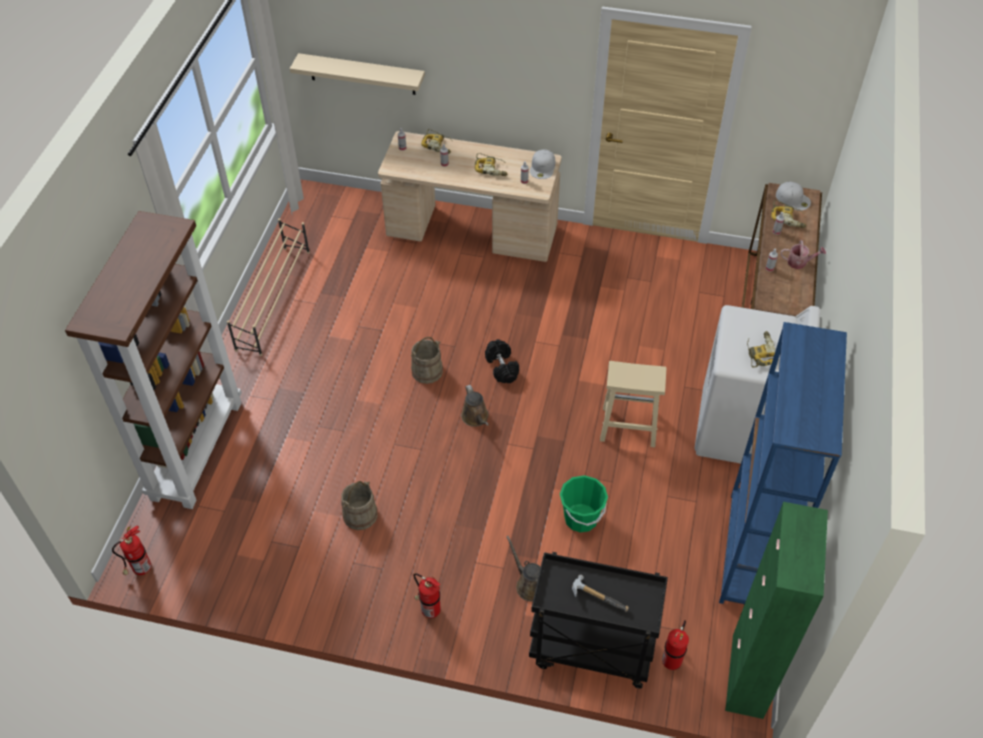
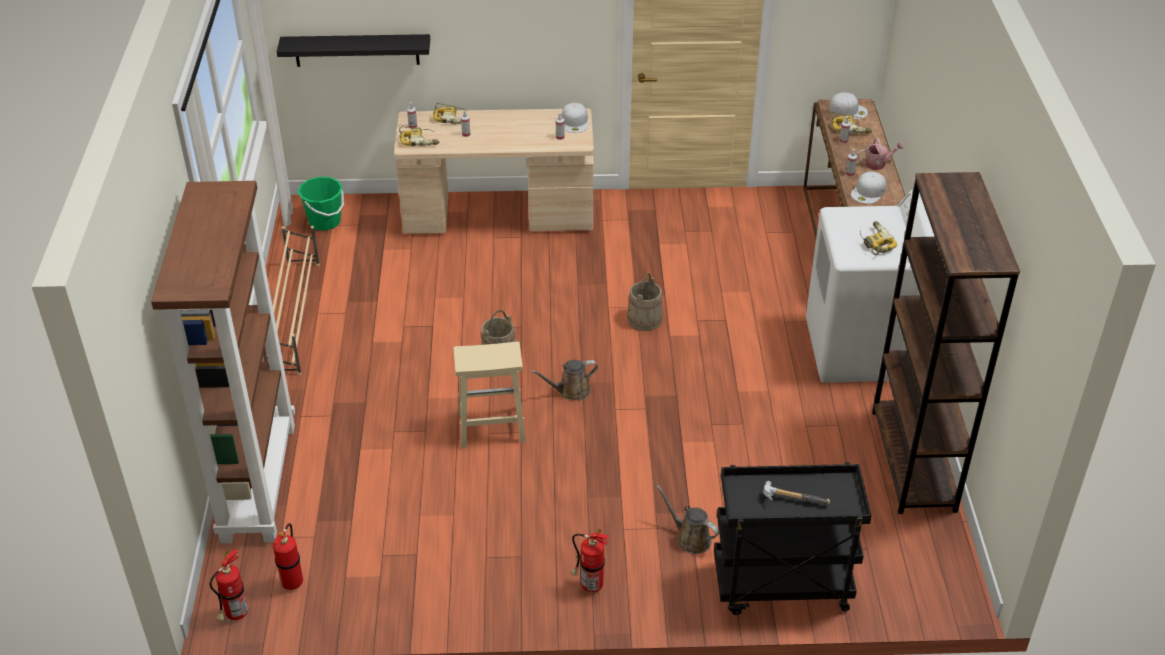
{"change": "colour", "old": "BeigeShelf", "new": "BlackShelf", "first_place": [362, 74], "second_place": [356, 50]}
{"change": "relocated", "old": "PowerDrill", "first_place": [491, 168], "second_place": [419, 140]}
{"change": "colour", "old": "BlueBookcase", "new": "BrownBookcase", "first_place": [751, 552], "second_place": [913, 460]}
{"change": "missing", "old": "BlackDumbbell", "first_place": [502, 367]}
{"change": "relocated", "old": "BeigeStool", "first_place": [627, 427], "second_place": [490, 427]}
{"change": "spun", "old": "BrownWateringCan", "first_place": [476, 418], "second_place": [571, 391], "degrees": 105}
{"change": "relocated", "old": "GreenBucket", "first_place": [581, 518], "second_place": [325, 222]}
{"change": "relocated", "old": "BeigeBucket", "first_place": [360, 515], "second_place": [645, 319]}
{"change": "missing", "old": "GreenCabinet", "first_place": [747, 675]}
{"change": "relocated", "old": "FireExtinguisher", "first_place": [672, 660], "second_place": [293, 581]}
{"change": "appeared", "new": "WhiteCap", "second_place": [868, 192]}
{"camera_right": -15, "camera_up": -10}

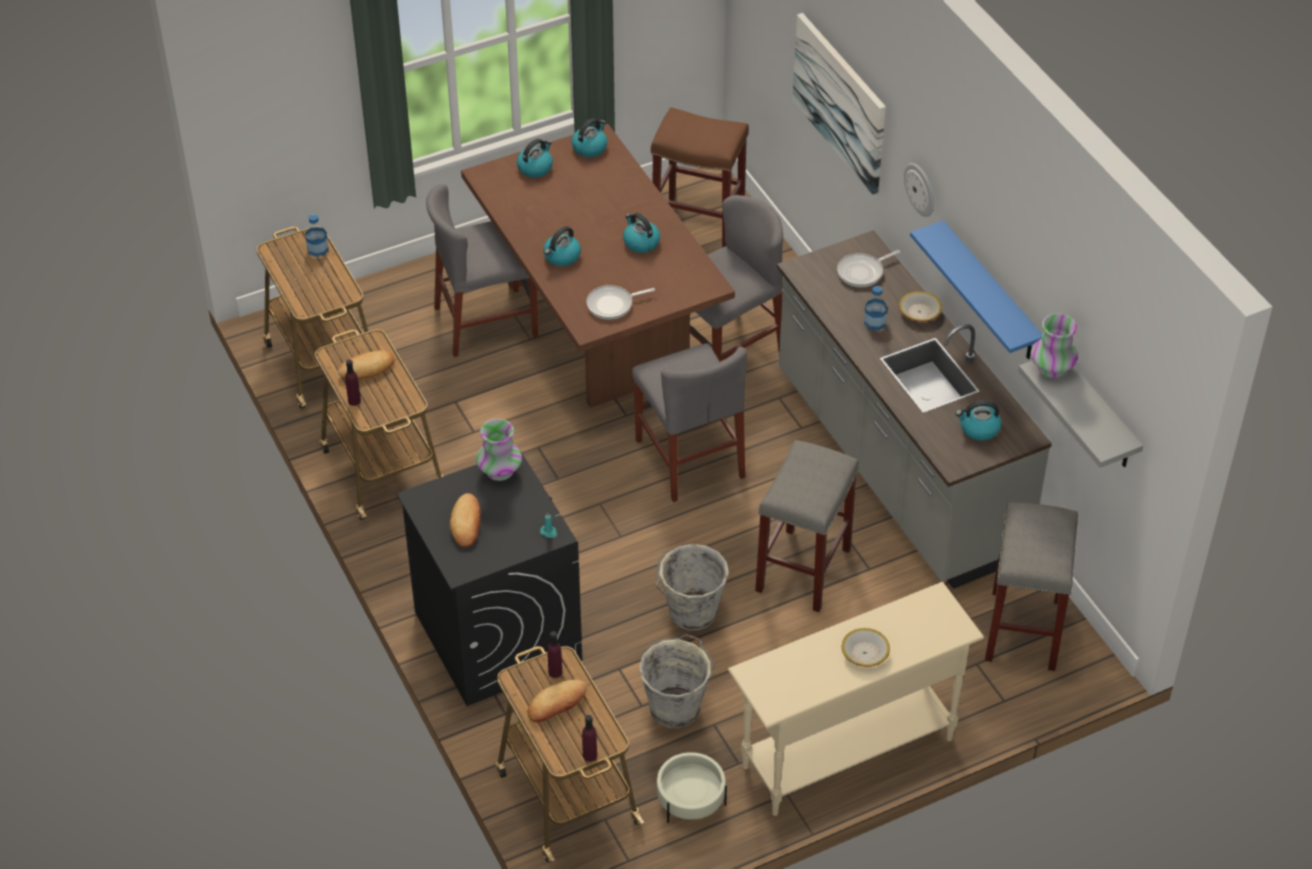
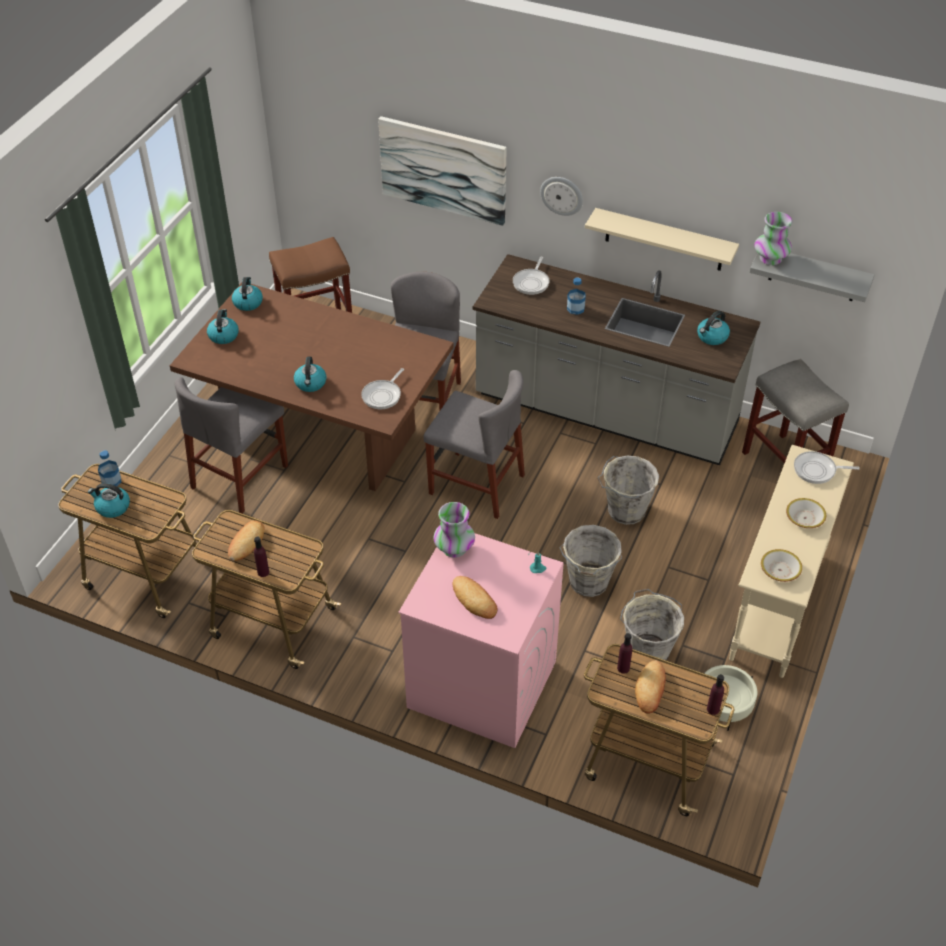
{"change": "relocated", "old": "Kettle", "first_place": [640, 242], "second_place": [112, 507]}
{"change": "colour", "old": "BlueShelf", "new": "BeigeShelf", "first_place": [990, 293], "second_place": [664, 240]}
{"change": "relocated", "old": "Bowl", "first_place": [919, 312], "second_place": [779, 570]}
{"change": "exchanged", "old": "GreyStool", "new": "GreyBucket", "first_place": [803, 571], "second_place": [624, 511]}
{"change": "colour", "old": "BlackWashingMachine", "new": "PinkWashingMachine", "first_place": [497, 635], "second_place": [481, 684]}
{"change": "appeared", "new": "FryingPan", "second_place": [817, 470]}
{"camera_right": -40, "camera_up": 0}

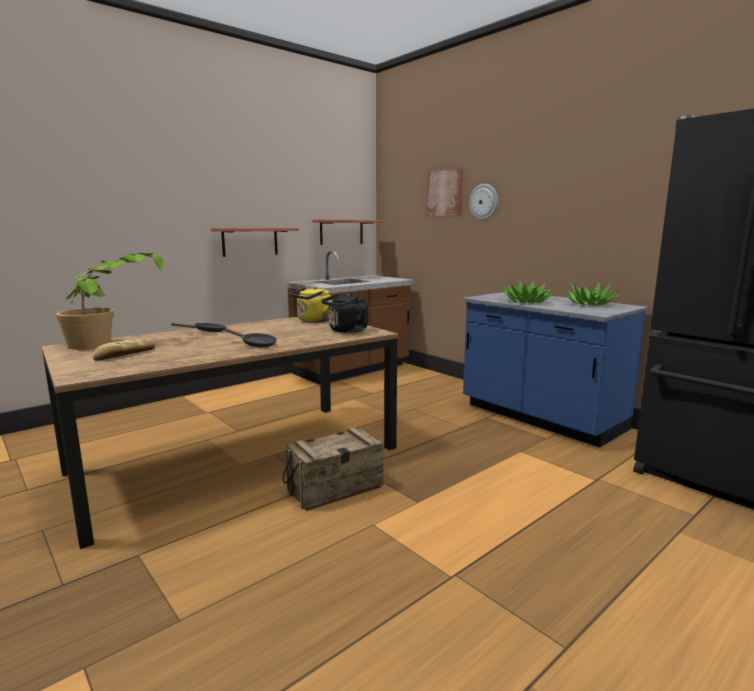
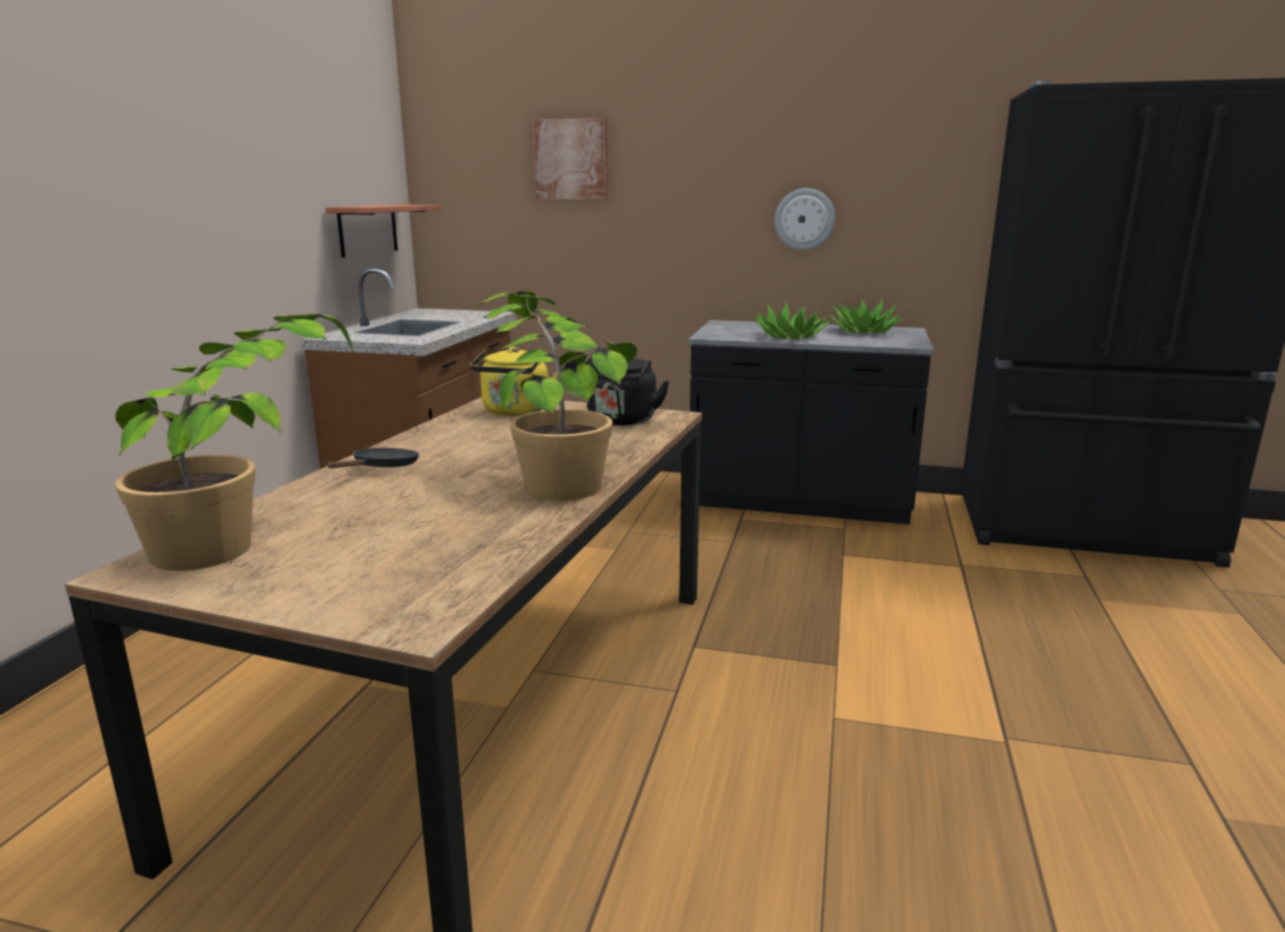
{"change": "relocated", "old": "WallClock", "first_place": [484, 202], "second_place": [804, 219]}
{"change": "missing", "old": "Shelf", "first_place": [250, 241]}
{"change": "colour", "old": "BlueCounter", "new": "BlackCounter", "first_place": [540, 418], "second_place": [800, 502]}
{"change": "exchanged", "old": "BlackFryingPan", "new": "PottedPlant", "first_place": [256, 344], "second_place": [553, 475]}
{"change": "missing", "old": "Bread", "first_place": [124, 355]}
{"change": "missing", "old": "Crate", "first_place": [335, 489]}
{"camera_right": -35, "camera_up": 5}

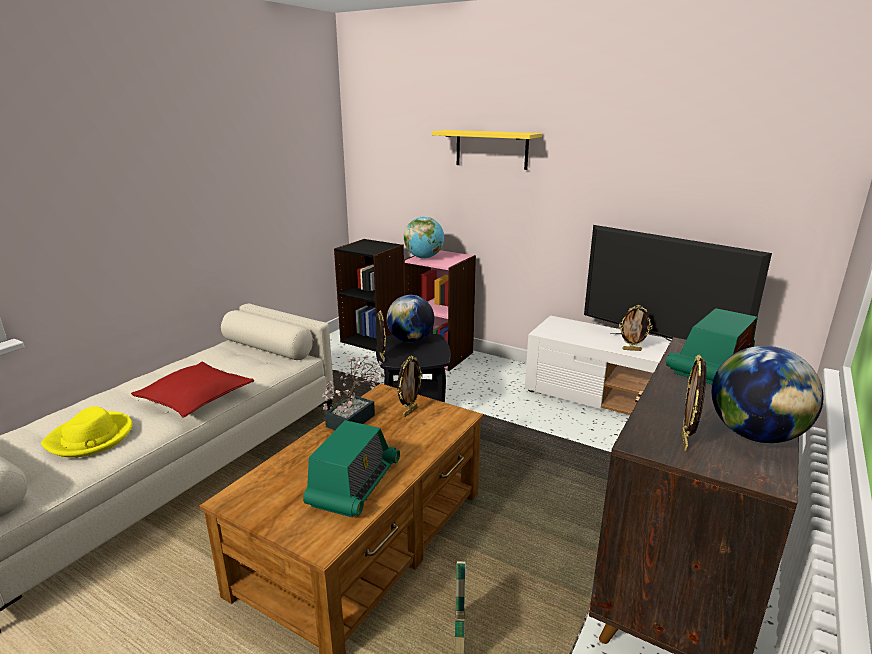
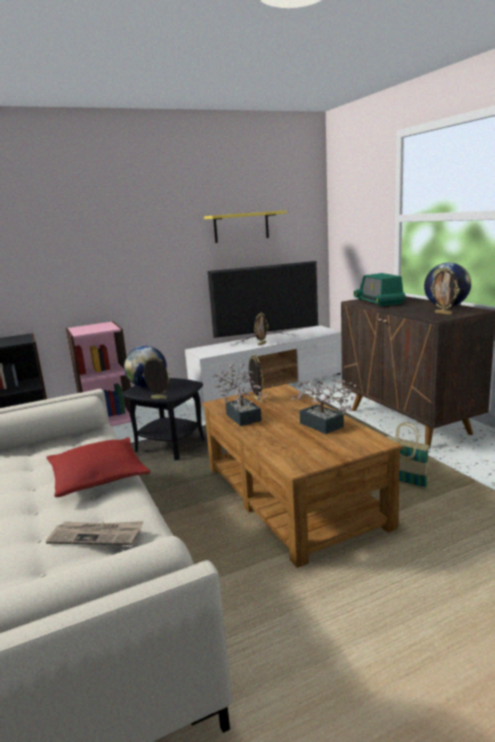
{"change": "relocated", "old": "YellowShelf", "first_place": [491, 149], "second_place": [241, 227]}
{"change": "missing", "old": "Globe", "first_place": [424, 257]}
{"change": "exchanged", "old": "YellowHat", "new": "Newspaper", "first_place": [91, 438], "second_place": [97, 535]}
{"change": "exchanged", "old": "Radio", "new": "PottedPlant", "first_place": [354, 485], "second_place": [324, 426]}
{"camera_right": -55, "camera_up": -5}

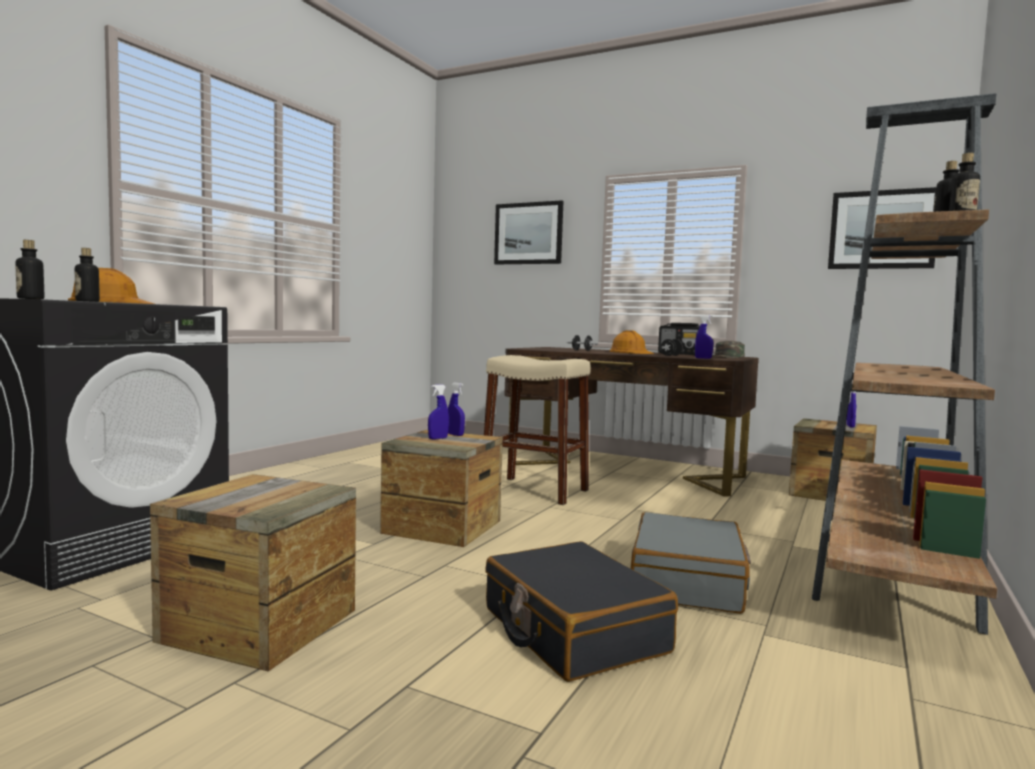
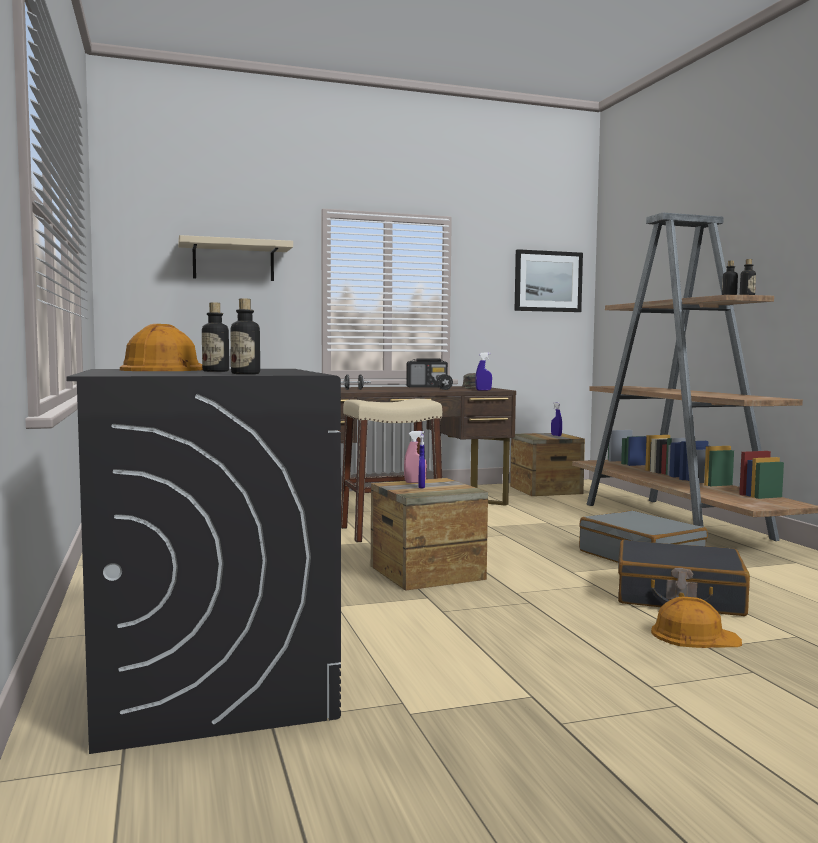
{"change": "exchanged", "old": "Picture", "new": "BeigeShelf", "first_place": [528, 233], "second_place": [233, 261]}
{"change": "relocated", "old": "OrangeHardHat", "first_place": [630, 352], "second_place": [694, 635]}
{"change": "colour", "old": "BlueSprayBottle", "new": "PinkSprayBottle", "first_place": [455, 435], "second_place": [415, 482]}
{"change": "missing", "old": "Crate", "first_place": [260, 625]}
{"camera_right": -45, "camera_up": 0}

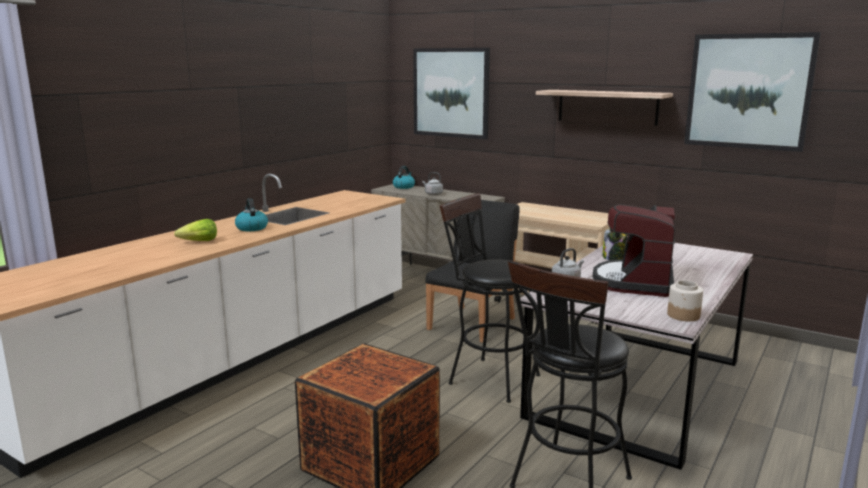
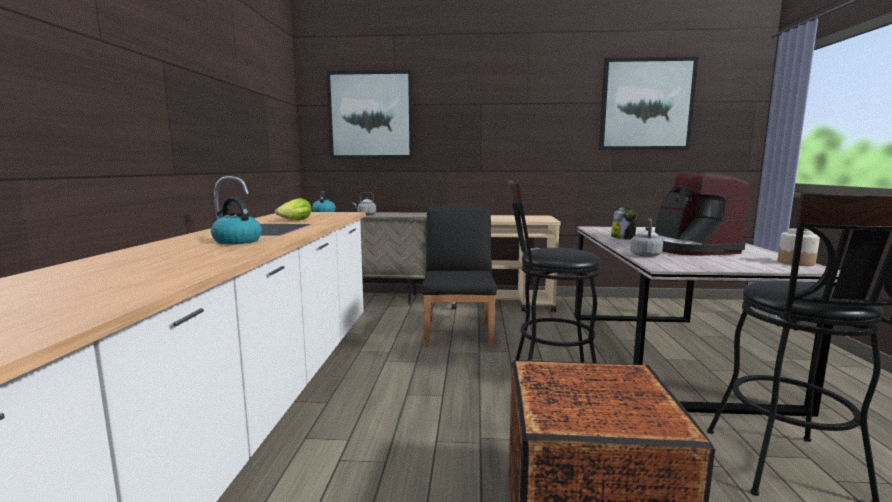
{"change": "missing", "old": "Shelf", "first_place": [607, 107]}
{"change": "relocated", "old": "Lettuce", "first_place": [199, 242], "second_place": [295, 220]}
{"camera_right": -30, "camera_up": -5}

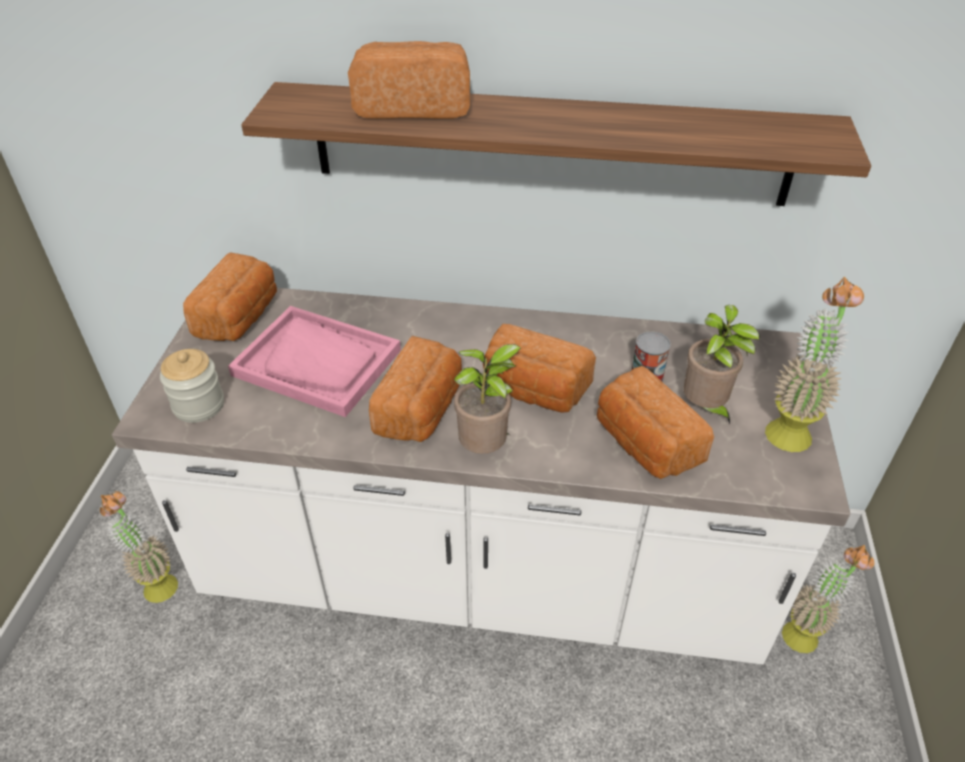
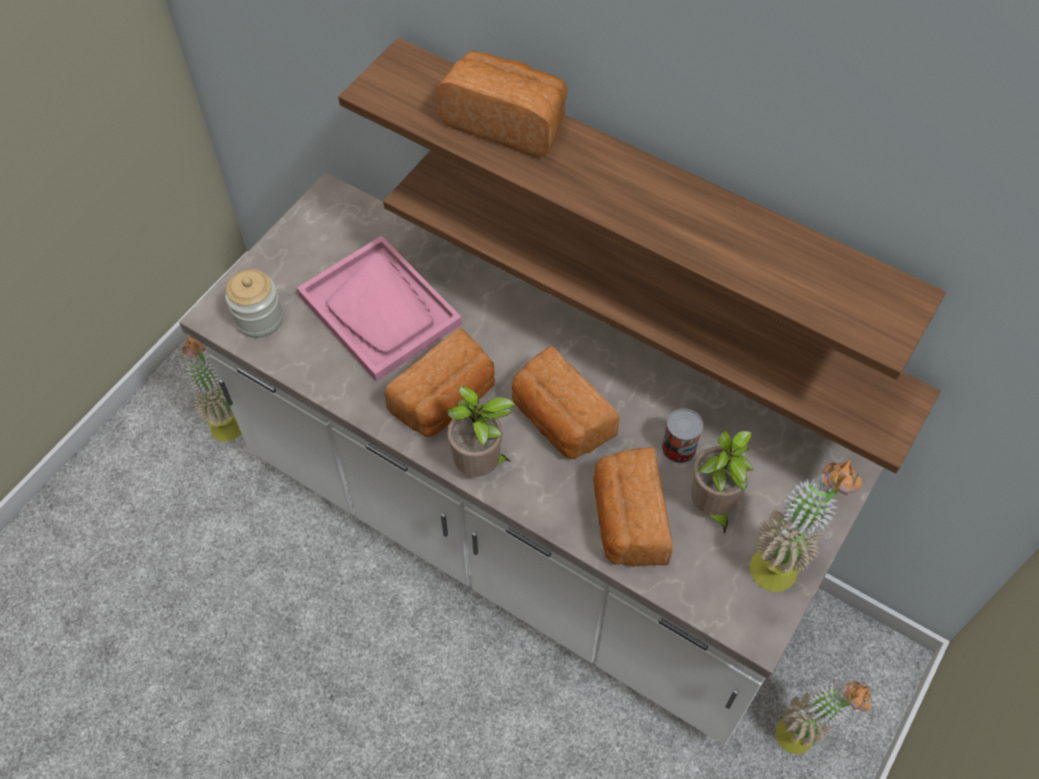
{"change": "missing", "old": "Bread", "first_place": [240, 317]}
{"change": "appeared", "new": "Shelf", "second_place": [665, 287]}
{"camera_right": 25, "camera_up": 15}

